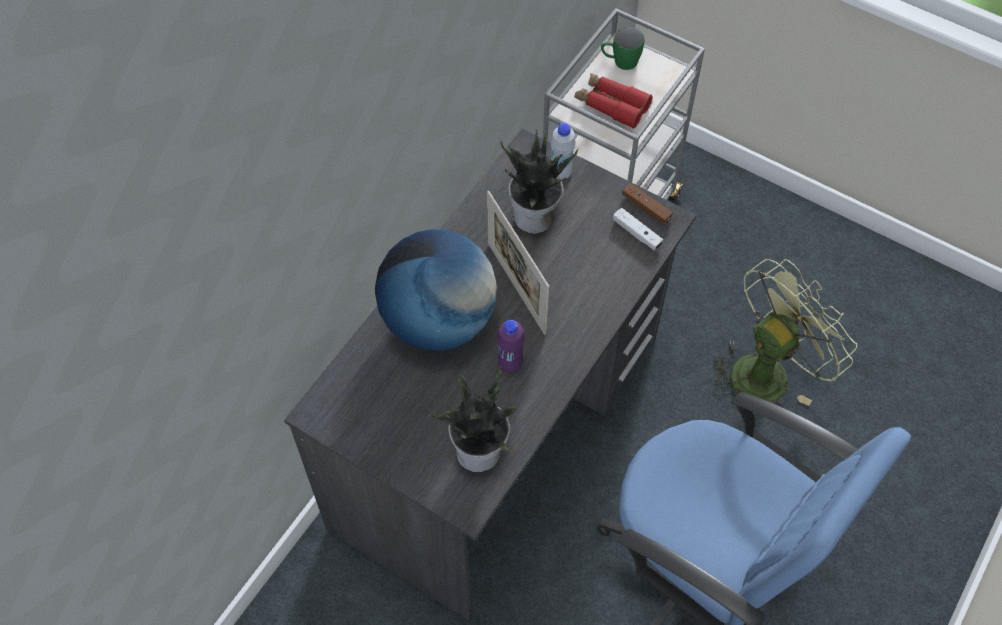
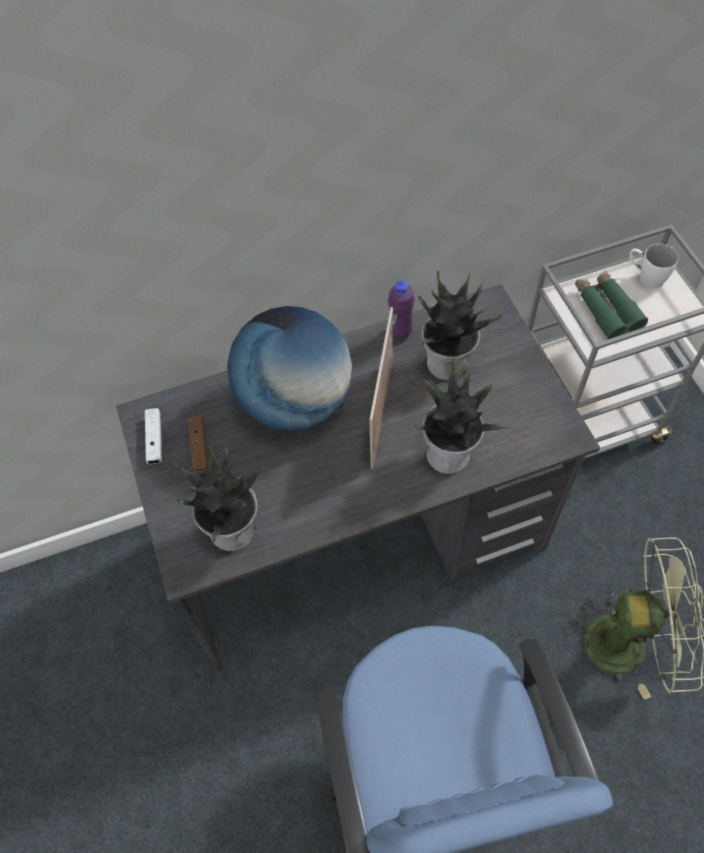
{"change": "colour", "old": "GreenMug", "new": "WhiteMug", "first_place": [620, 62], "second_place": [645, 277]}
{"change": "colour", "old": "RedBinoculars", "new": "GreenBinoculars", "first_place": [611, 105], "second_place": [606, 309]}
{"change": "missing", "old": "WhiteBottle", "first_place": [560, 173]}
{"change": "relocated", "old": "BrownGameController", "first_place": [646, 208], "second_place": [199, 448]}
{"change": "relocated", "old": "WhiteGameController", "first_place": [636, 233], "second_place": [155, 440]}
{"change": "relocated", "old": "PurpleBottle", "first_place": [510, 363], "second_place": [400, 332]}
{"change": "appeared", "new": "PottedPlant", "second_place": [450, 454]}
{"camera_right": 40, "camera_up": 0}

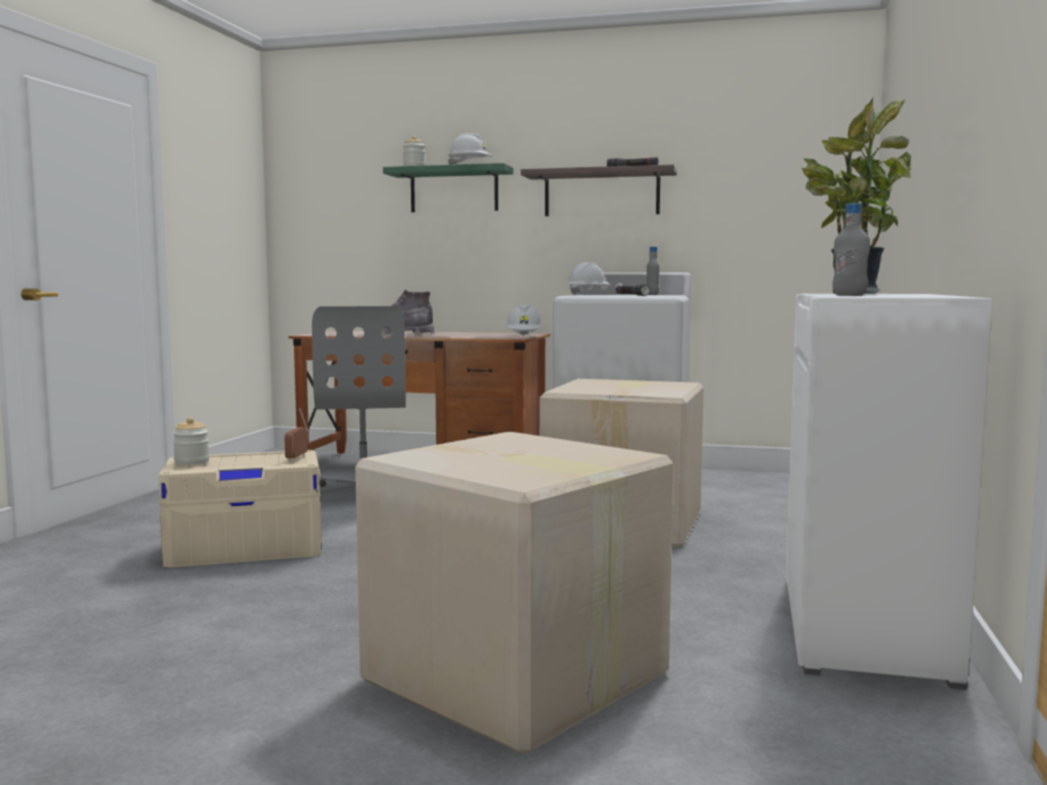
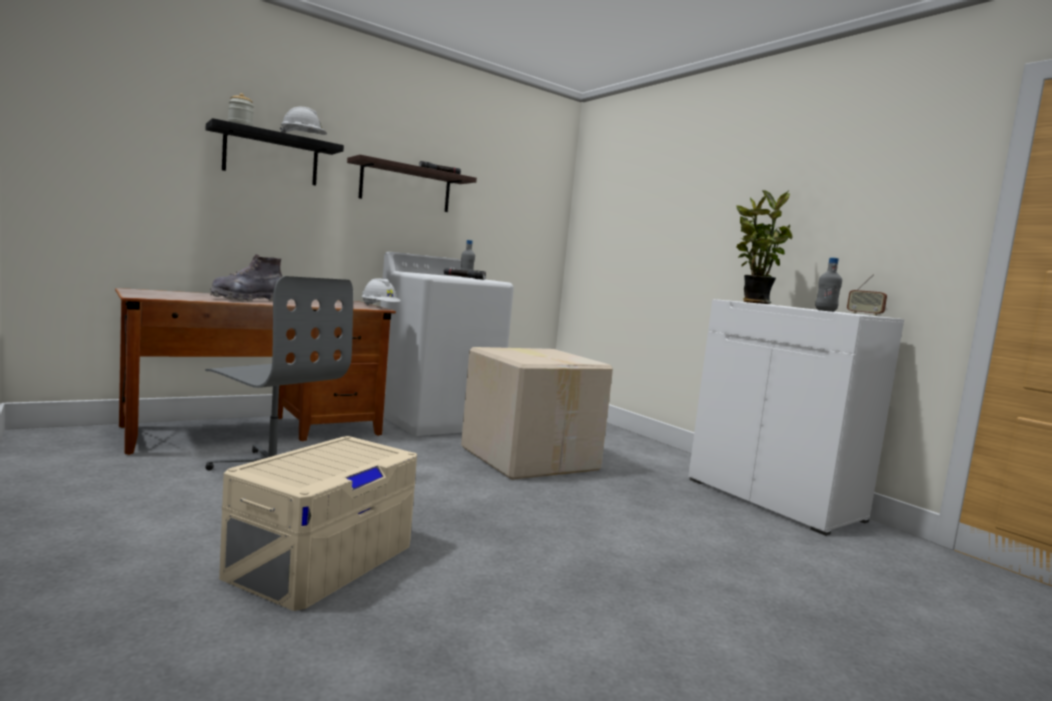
{"change": "colour", "old": "GreenShelf", "new": "BlackShelf", "first_place": [454, 190], "second_place": [271, 157]}
{"change": "missing", "old": "WhiteHardHat", "first_place": [588, 294]}
{"change": "relocated", "old": "Radio", "first_place": [297, 458], "second_place": [864, 314]}
{"change": "missing", "old": "Jar", "first_place": [192, 462]}
{"change": "missing", "old": "CardboardBox", "first_place": [516, 679]}
{"camera_right": -50, "camera_up": 0}

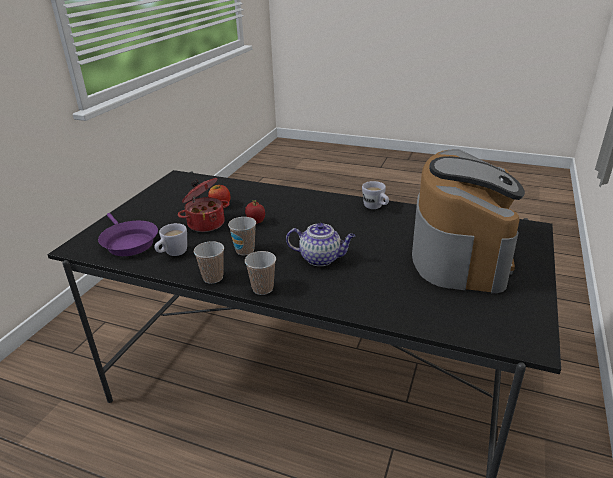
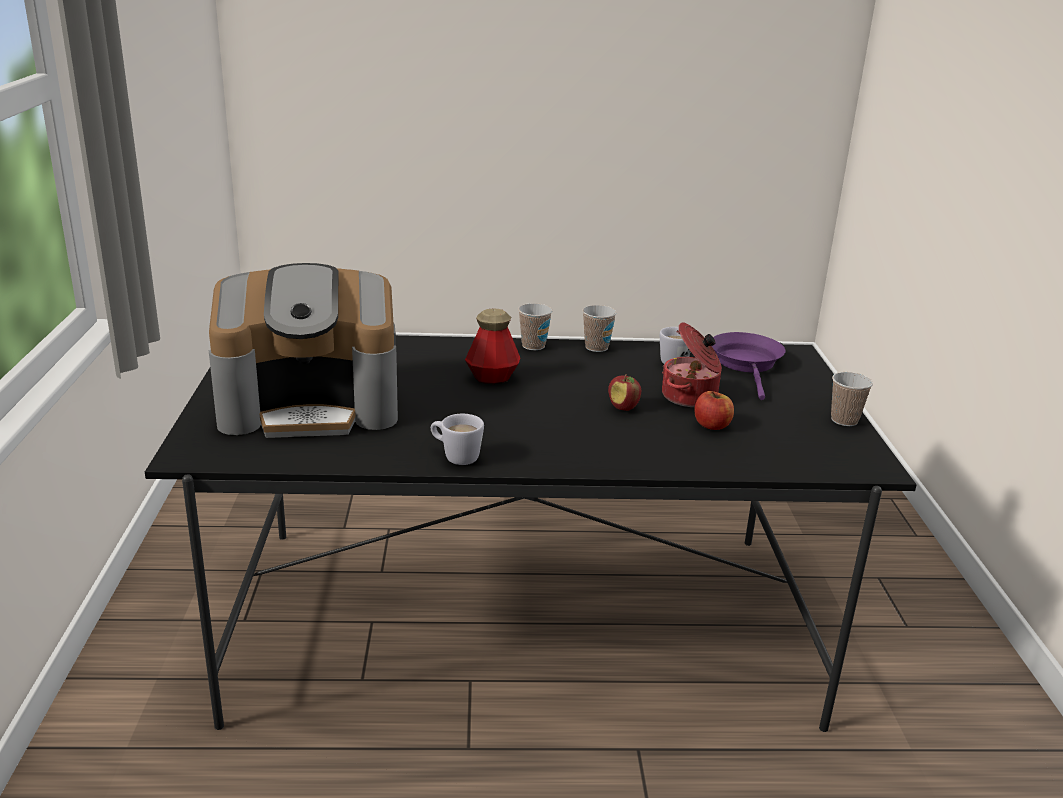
{"change": "spun", "old": "CoffeeMachine", "first_place": [460, 253], "second_place": [311, 405], "degrees": -90}
{"change": "spun", "old": "PurpleFryingPan", "first_place": [128, 242], "second_place": [747, 364], "degrees": 60}
{"change": "relocated", "old": "Cup", "first_place": [245, 250], "second_place": [844, 420]}
{"change": "exchanged", "old": "Teapot", "new": "Bottle", "first_place": [321, 258], "second_place": [492, 378]}
{"camera_right": 155, "camera_up": -5}

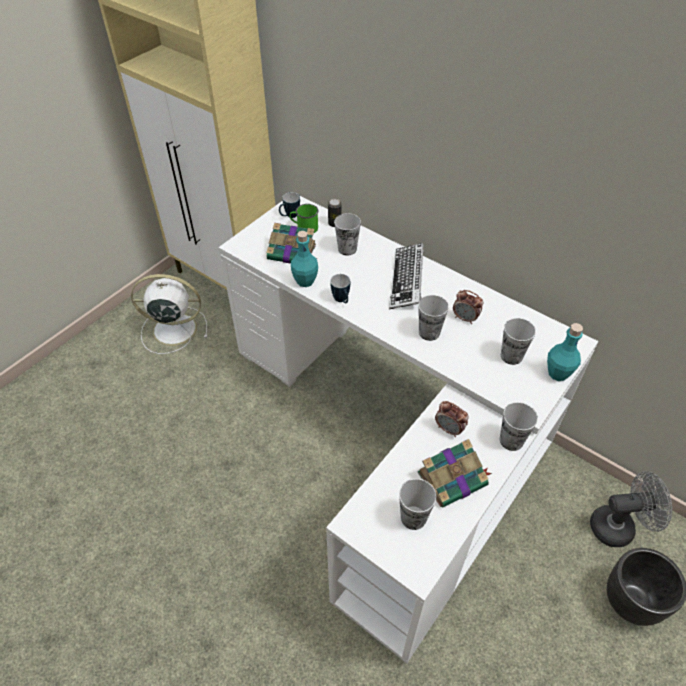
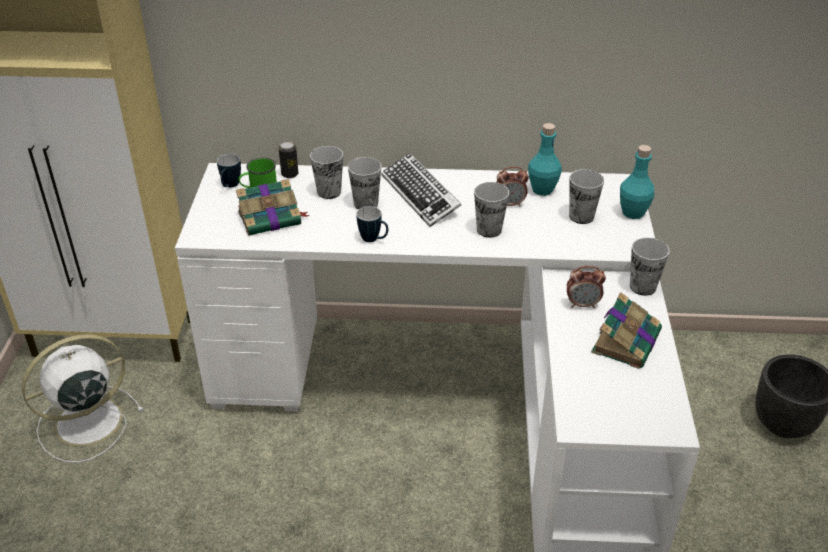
{"change": "relocated", "old": "TurquoiseBottle", "first_place": [305, 281], "second_place": [542, 190]}
{"change": "missing", "old": "GreyFan", "first_place": [618, 526]}
{"change": "relocated", "old": "Cup", "first_place": [413, 517], "second_place": [366, 204]}
{"camera_right": -35, "camera_up": -10}

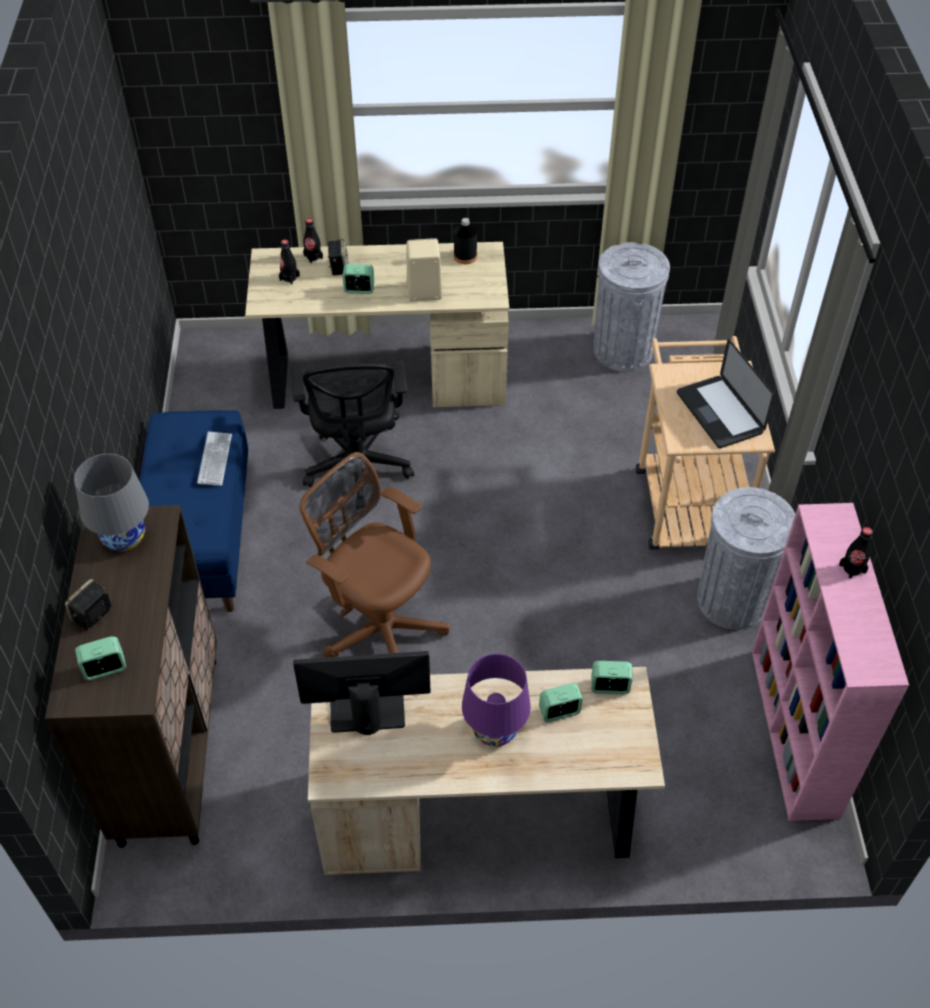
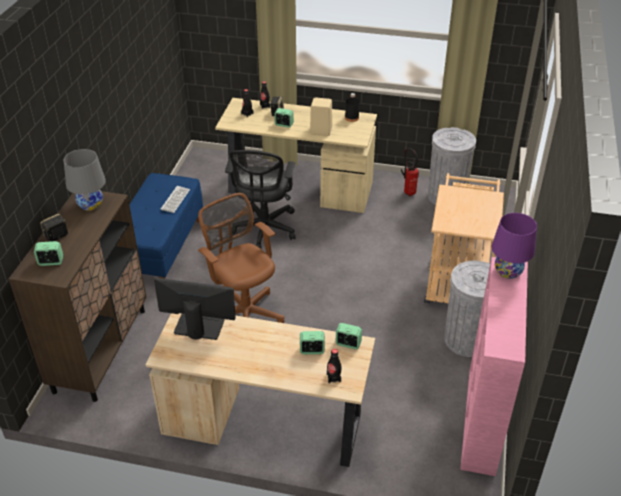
{"change": "missing", "old": "Laptop", "first_place": [719, 413]}
{"change": "relocated", "old": "BlackBottle", "first_place": [852, 568], "second_place": [333, 377]}
{"change": "relocated", "old": "PurpleTableLamp", "first_place": [494, 731], "second_place": [508, 271]}
{"change": "appeared", "new": "FireExtinguisher", "second_place": [408, 192]}
{"camera_right": 15, "camera_up": -10}

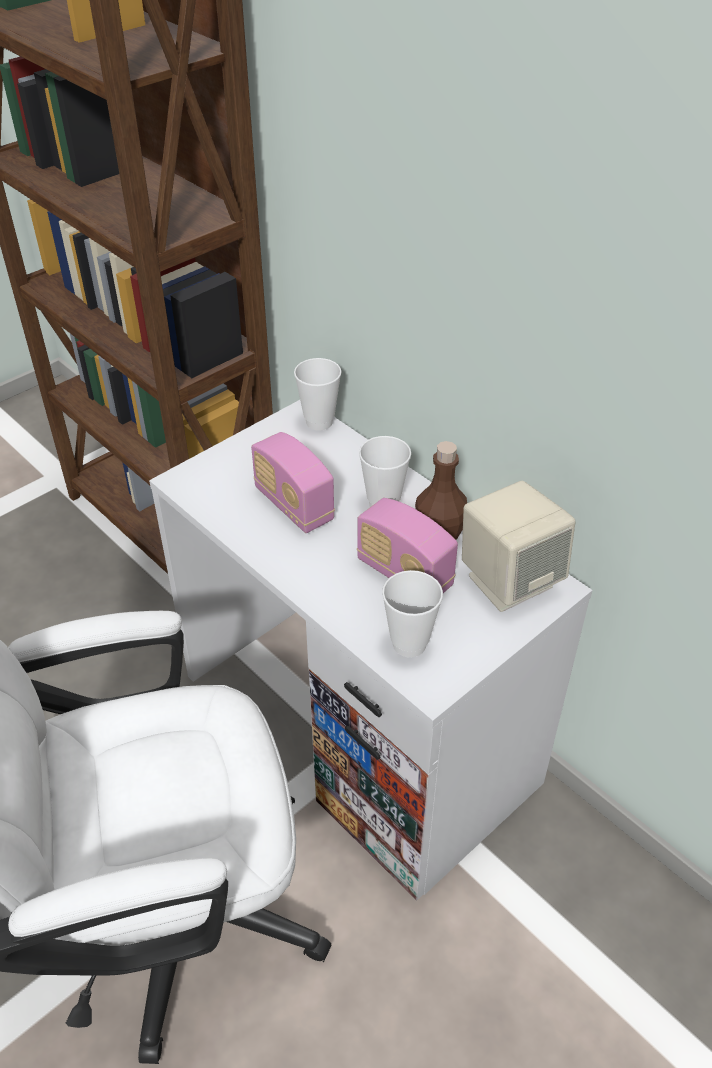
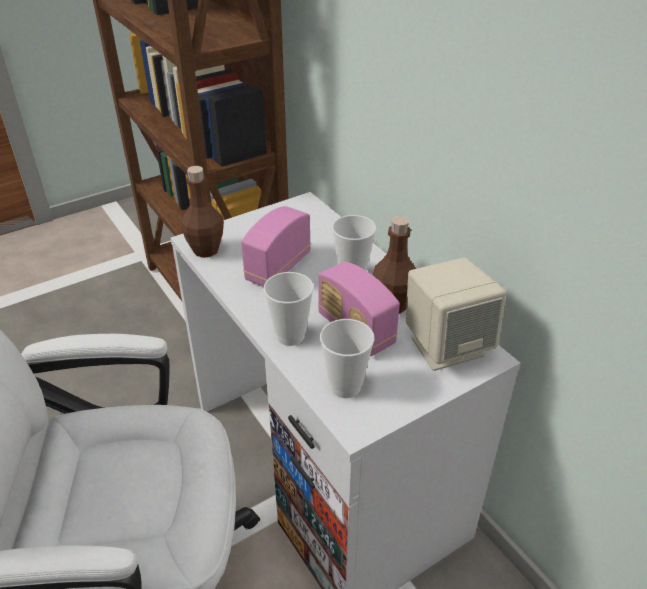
{"change": "relocated", "old": "Cup", "first_place": [319, 422], "second_place": [290, 336]}
{"change": "spun", "old": "Radio", "first_place": [293, 505], "second_place": [278, 267], "degrees": 60}
{"change": "appeared", "new": "BrownBottle", "second_place": [206, 250]}
{"camera_right": 10, "camera_up": -5}

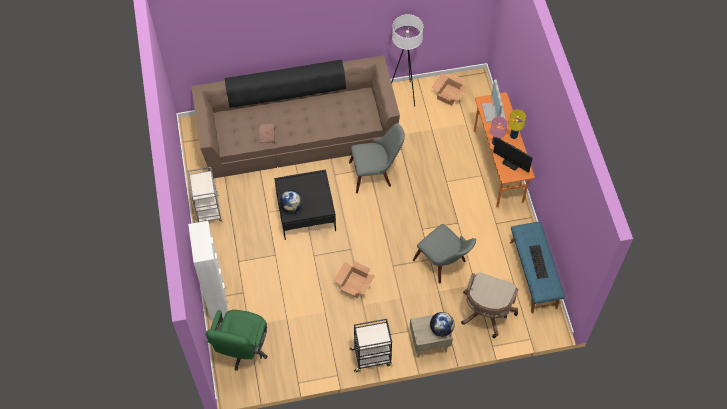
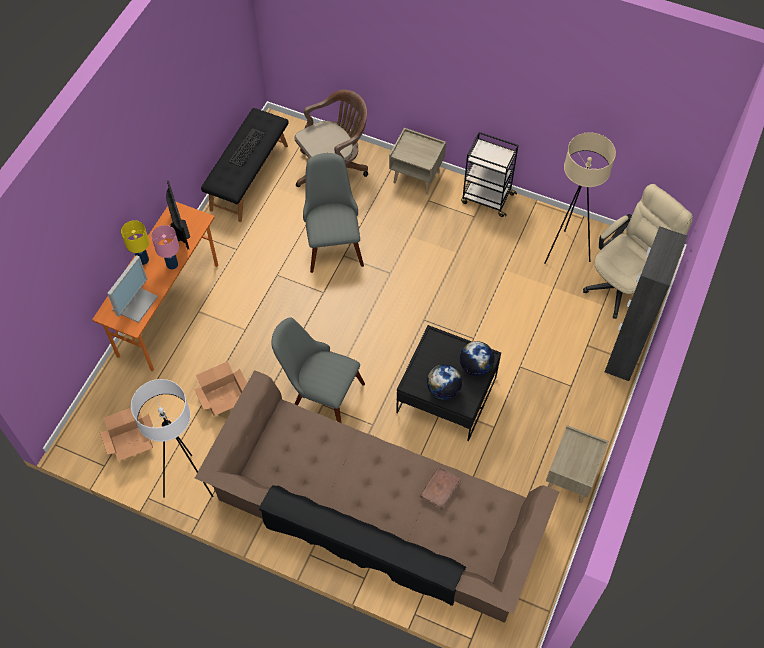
{"change": "exchanged", "old": "GreyCart", "new": "BeigeNightstand", "first_place": [208, 210], "second_place": [571, 478]}
{"change": "colour", "old": "WhiteCabinet", "new": "BlackCabinet", "first_place": [217, 301], "second_place": [625, 353]}
{"change": "colour", "old": "BlueBench", "new": "BlackBench", "first_place": [534, 274], "second_place": [248, 177]}
{"change": "relocated", "old": "CardboardBox", "first_place": [355, 284], "second_place": [223, 398]}
{"change": "colour", "old": "GreenOfficeChair", "new": "BeigeOfficeChair", "first_place": [242, 350], "second_place": [625, 283]}
{"change": "relocated", "old": "Globe", "first_place": [441, 329], "second_place": [443, 389]}
{"change": "appeared", "new": "BeigeFloorLamp", "second_place": [565, 252]}
{"camera_right": -145, "camera_up": 0}

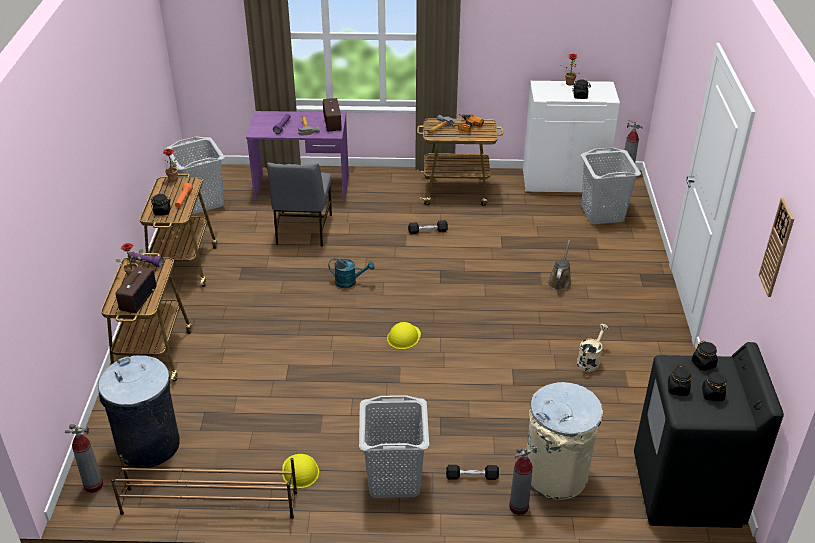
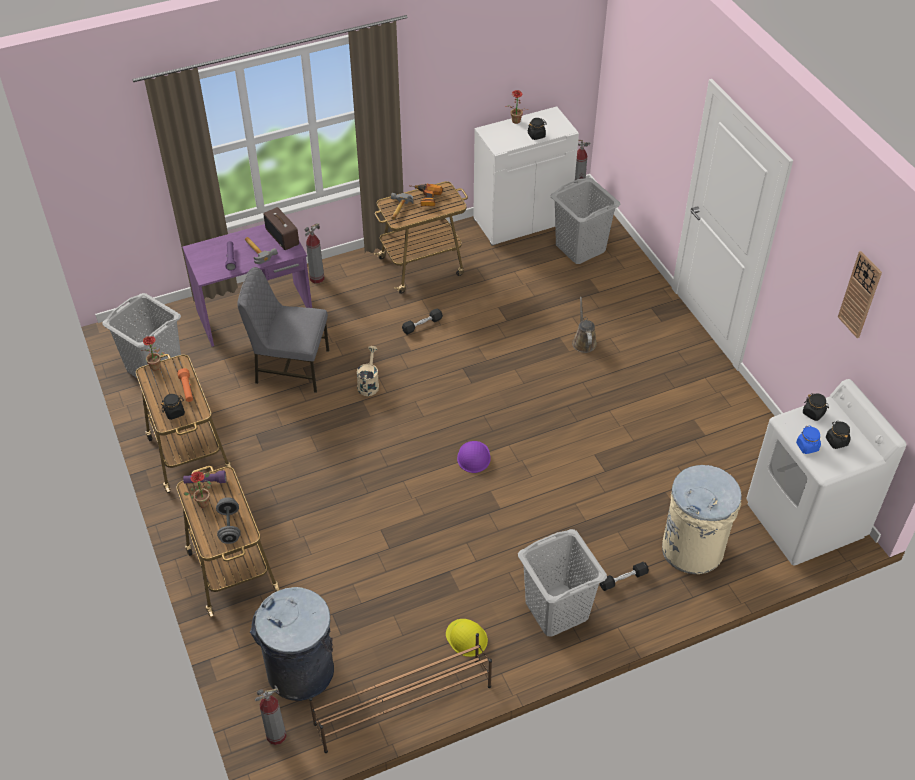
{"change": "spun", "old": "GreyChair", "first_place": [302, 230], "second_place": [291, 367], "degrees": 120}
{"change": "missing", "old": "TurquoiseWateringCan", "first_place": [349, 282]}
{"change": "exchanged", "old": "Radio", "new": "GreyDumbbell", "first_place": [138, 298], "second_place": [229, 527]}
{"change": "colour", "old": "YellowHardHat", "new": "PurpleHardHat", "first_place": [403, 337], "second_place": [473, 457]}
{"change": "relocated", "old": "BeigeWateringCan", "first_place": [590, 360], "second_place": [369, 383]}
{"change": "colour", "old": "BlackWashingMachine", "new": "WhiteWashingMachine", "first_place": [687, 490], "second_place": [805, 520]}
{"change": "colour", "old": "BlackJar", "new": "BlueJar", "first_place": [678, 389], "second_place": [807, 447]}
{"change": "relocated", "old": "FireExtinguisher", "first_place": [518, 507], "second_place": [317, 278]}
{"camera_right": -25, "camera_up": 10}

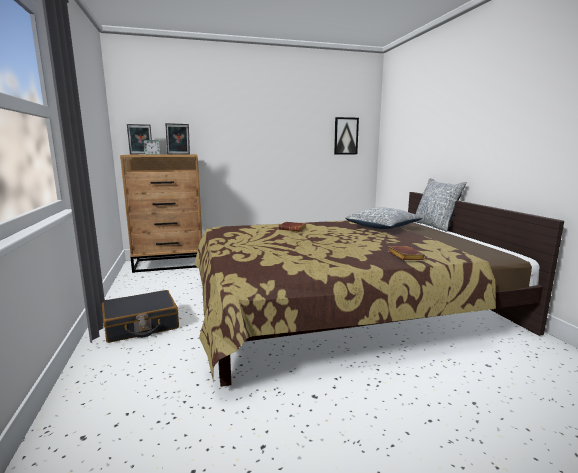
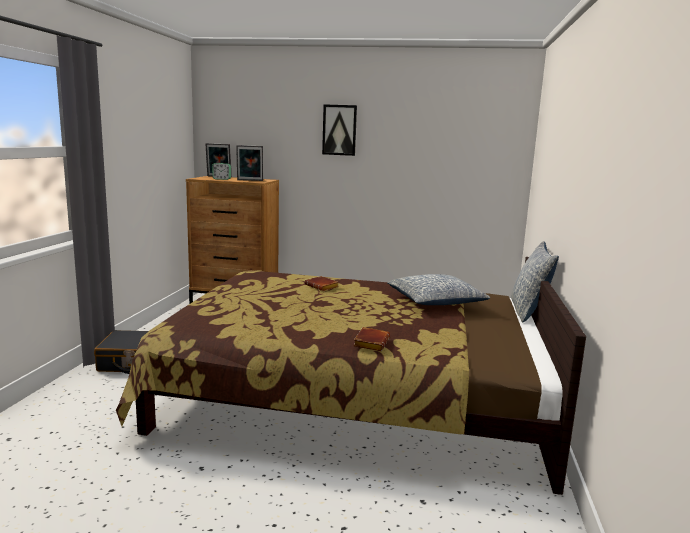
{"change": "relocated", "old": "Picture", "first_place": [346, 136], "second_place": [339, 130]}
{"camera_right": 25, "camera_up": 0}

